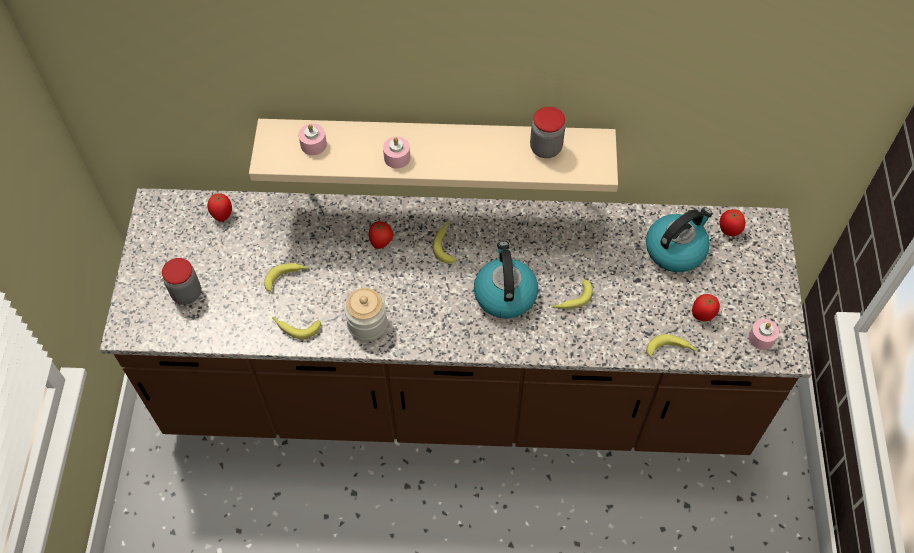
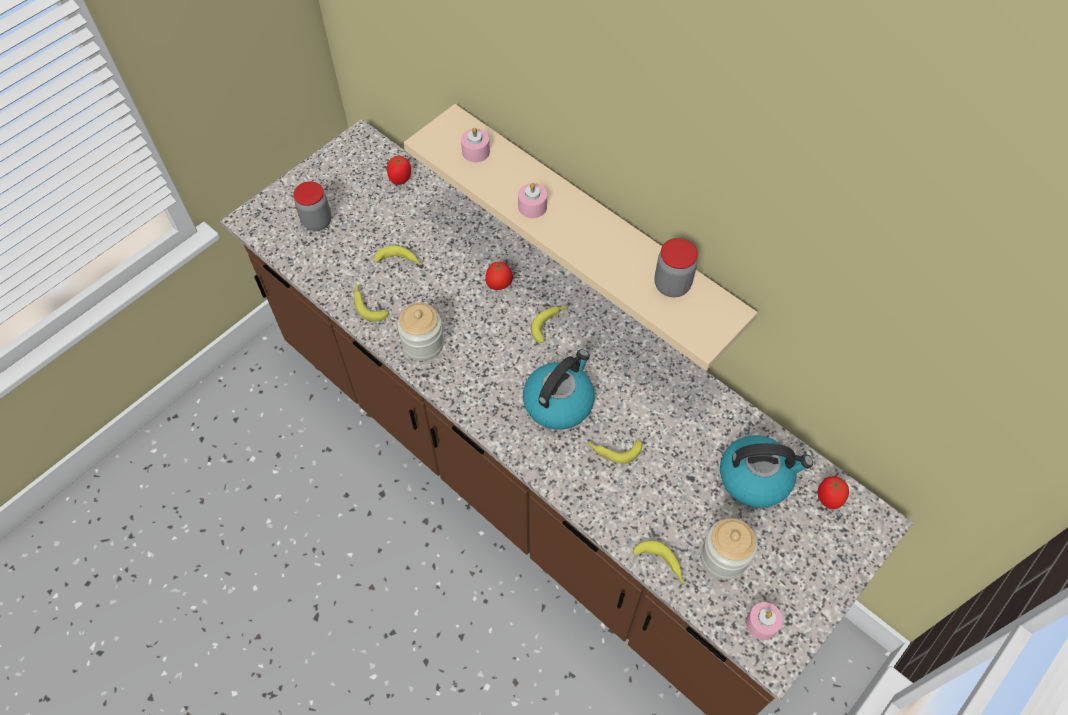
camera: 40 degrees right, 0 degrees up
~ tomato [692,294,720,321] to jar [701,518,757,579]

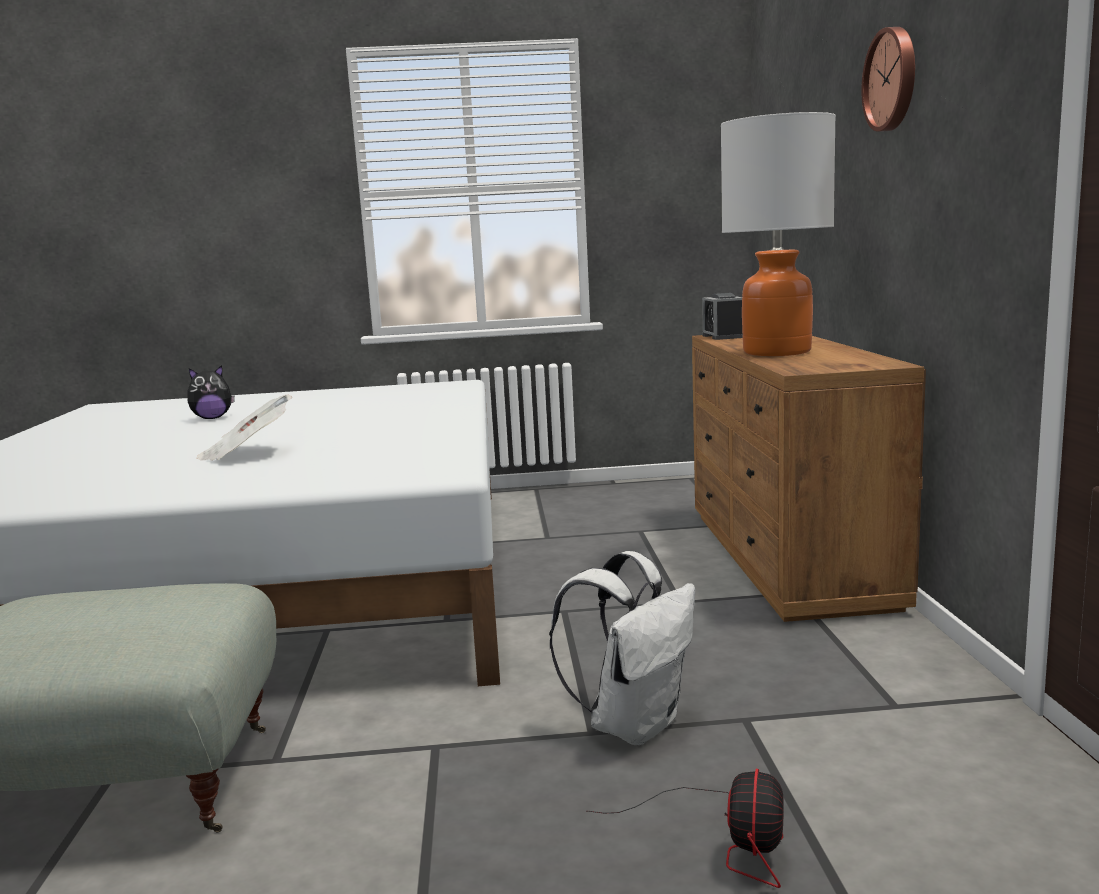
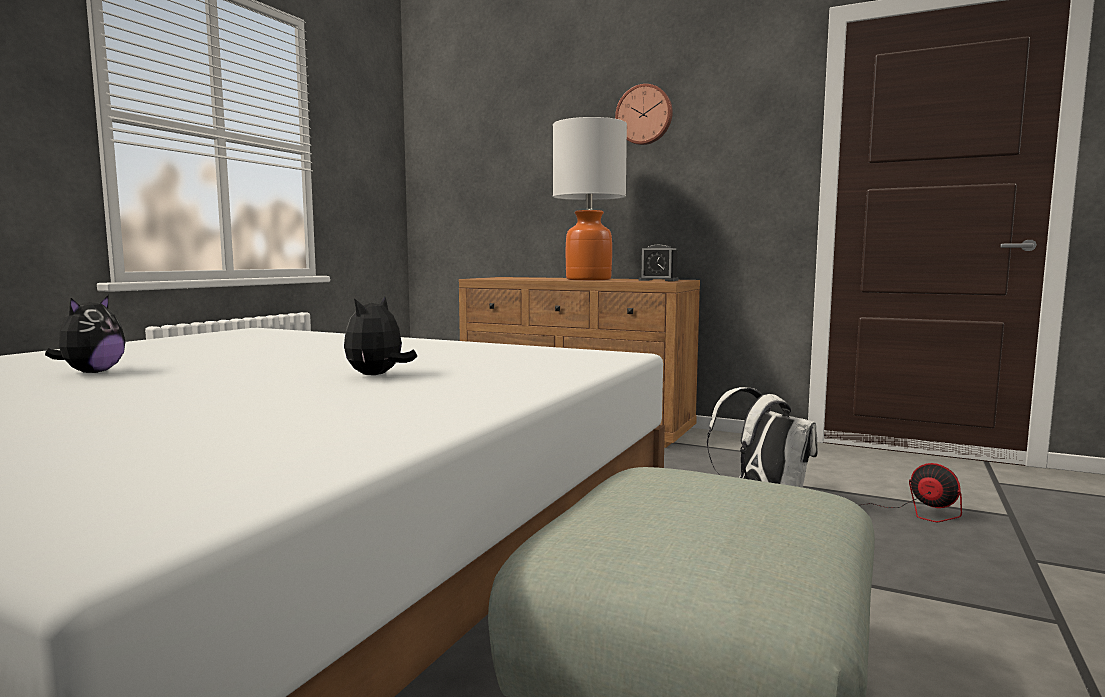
camera: 60 degrees left, 5 degrees down
~ alarm clock [702,293,743,340] to [639,245,679,281]
~ newspaper [196,395,292,461] to plush toy [344,297,418,375]

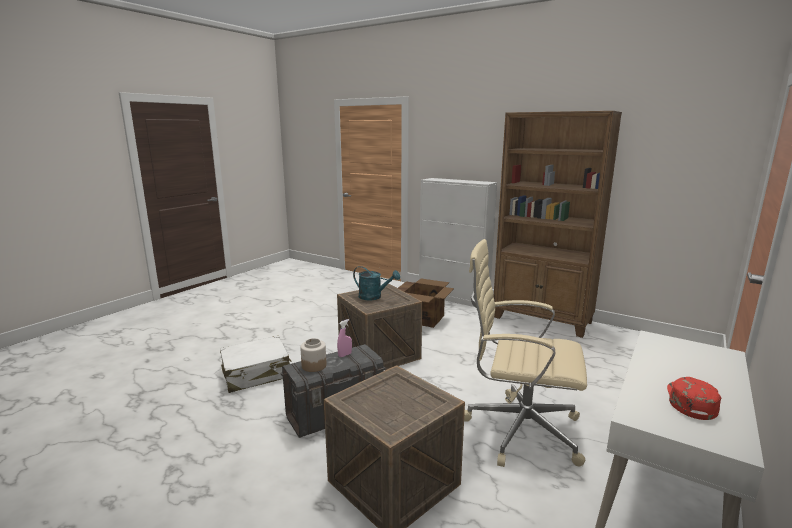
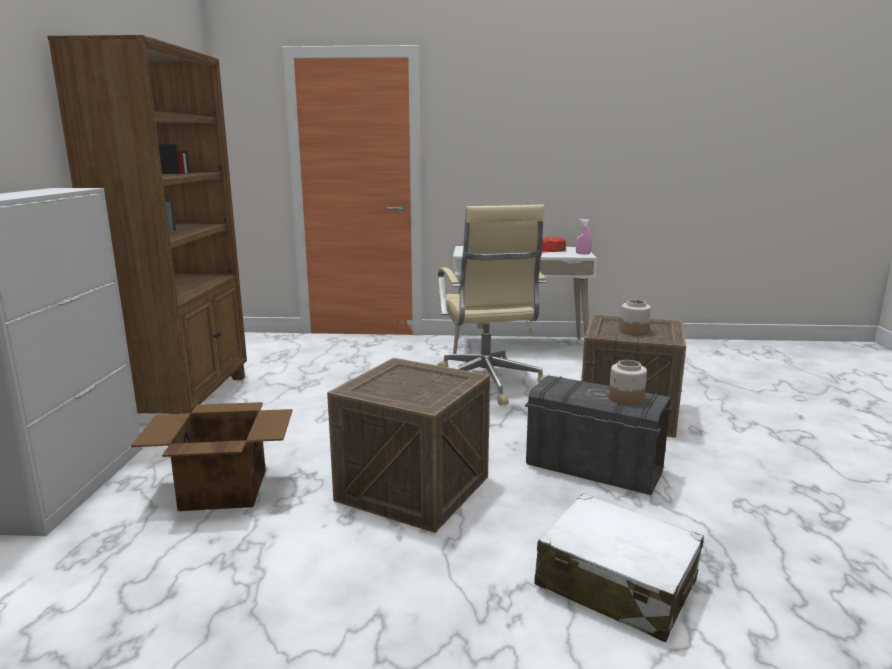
camera: 120 degrees left, 0 degrees up
- turquoise watering can [353,266,400,300]
~ pink spray bottle [337,319,352,357] to [576,219,592,255]
+ jar [620,300,651,335]

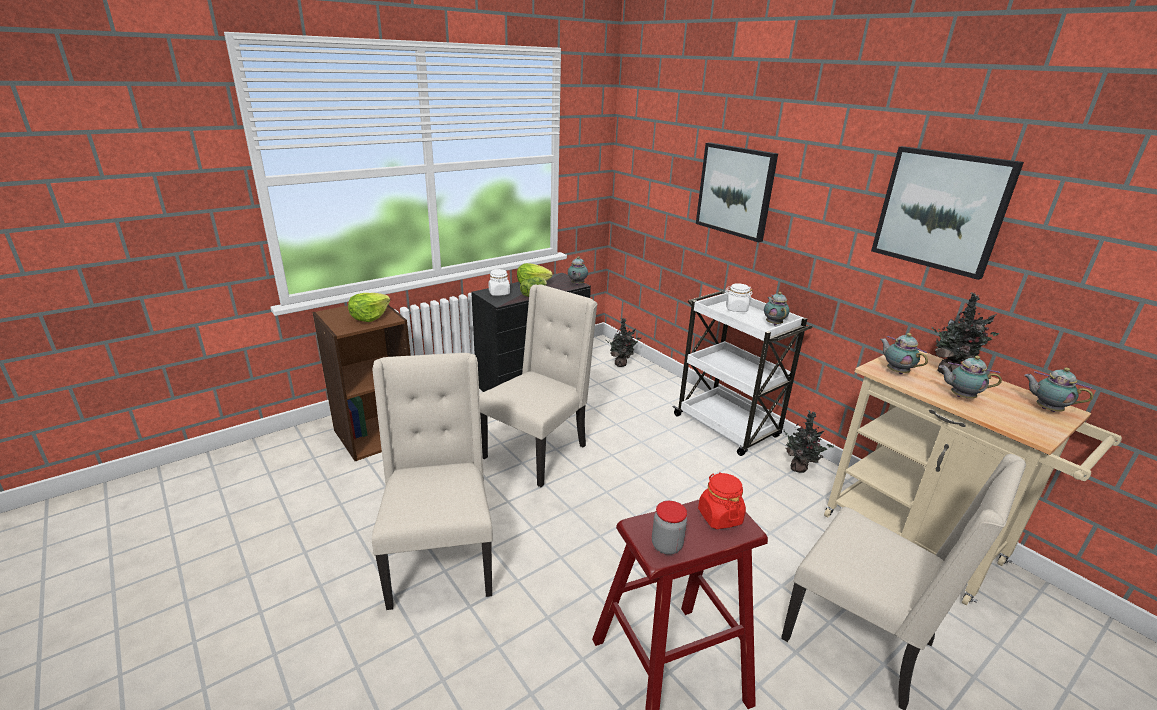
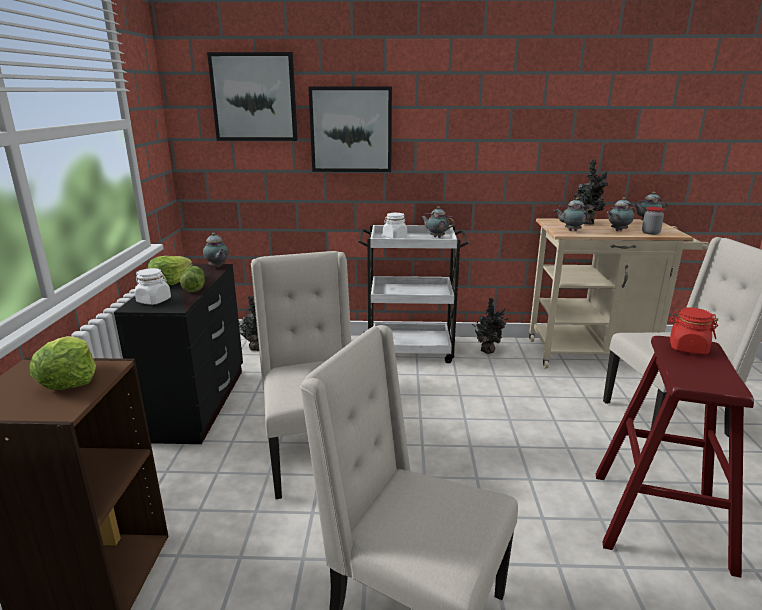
camera: 50 degrees left, 5 degrees down
~ picture [871,146,1024,280] to [207,52,298,141]
~ jar [652,501,687,555] to [642,207,665,235]

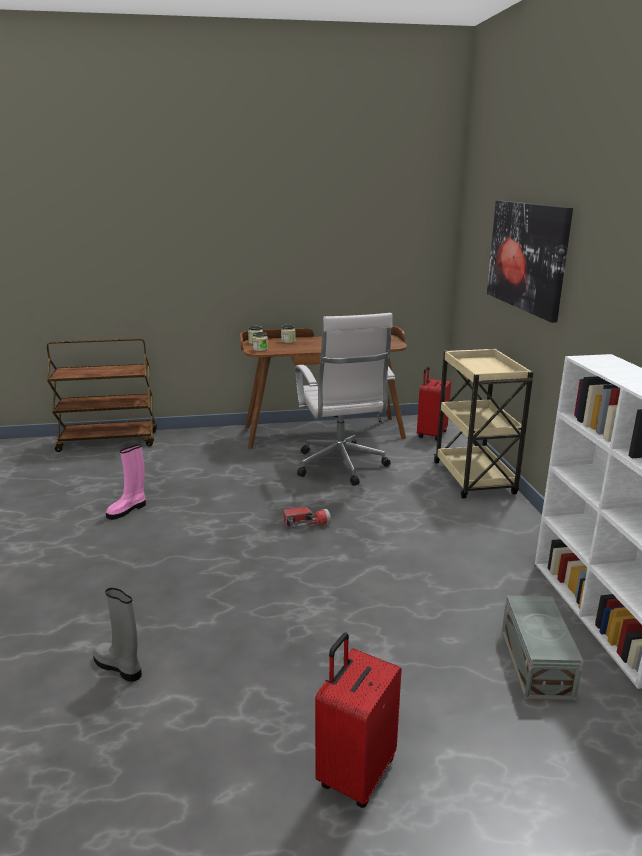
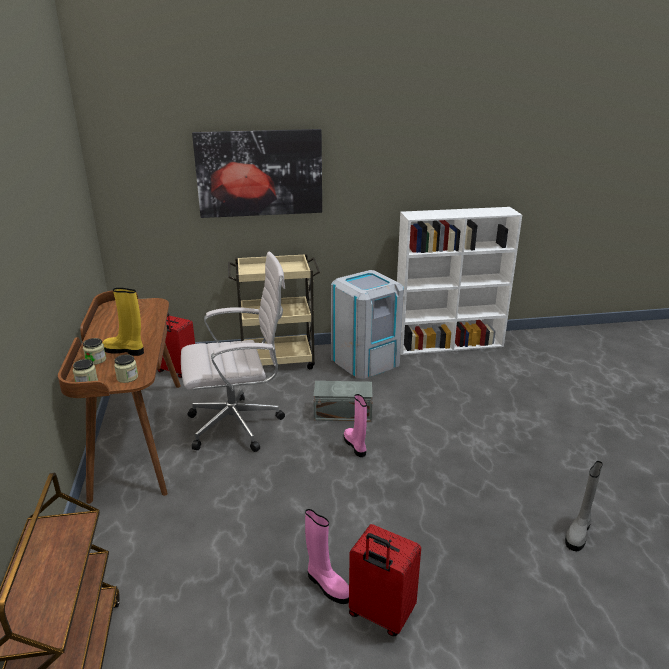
camera: 90 degrees left, 5 degrees up
~ flashlight [284,507,331,527] to pink boot [344,394,367,457]
~ grey storage box [502,596,583,701] to [313,381,373,422]
~ red suitcase [315,633,402,808] to [349,524,421,636]
+ grey trash can [331,270,404,379]
+ yellow boot [102,288,144,356]

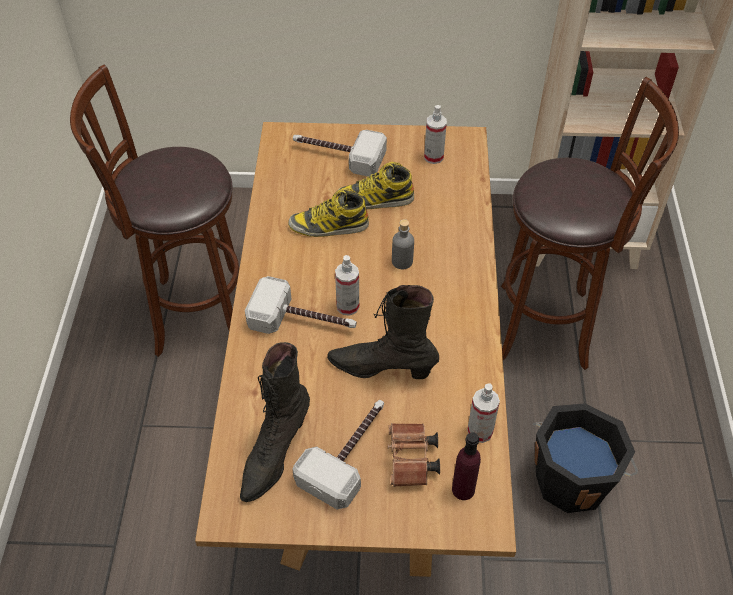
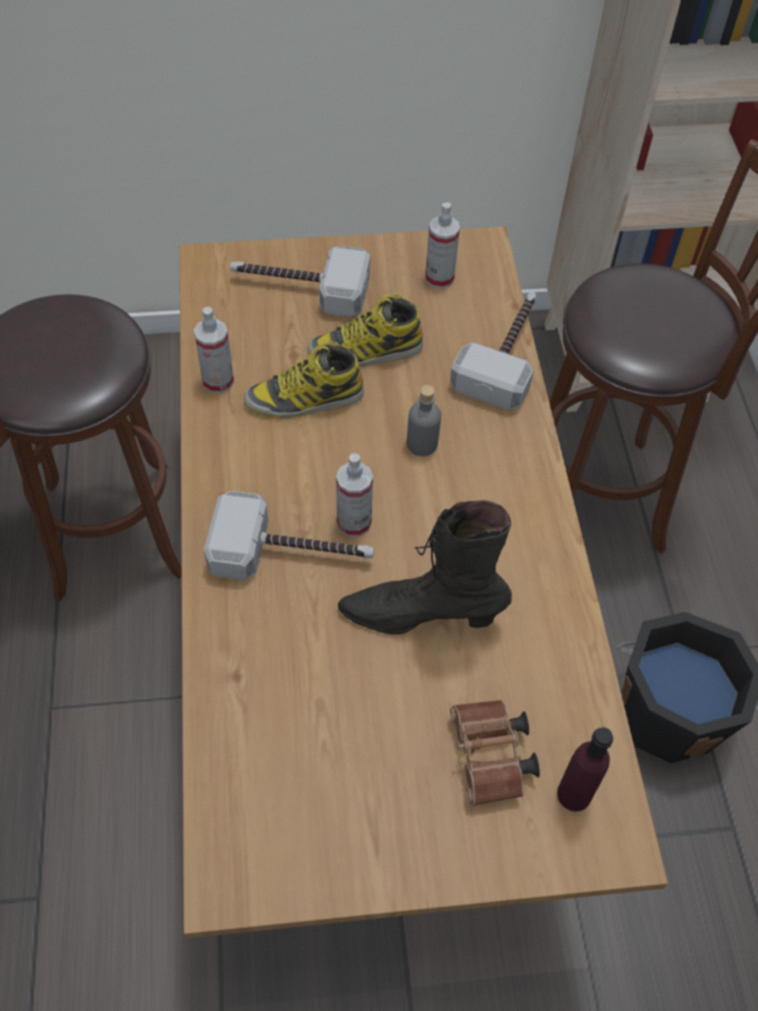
camera: 10 degrees left, 5 degrees up
- black boot [240,342,310,502]
~ spray bottle [467,383,500,443] to [194,307,234,393]
~ hammer [292,400,384,510] to [450,292,537,410]

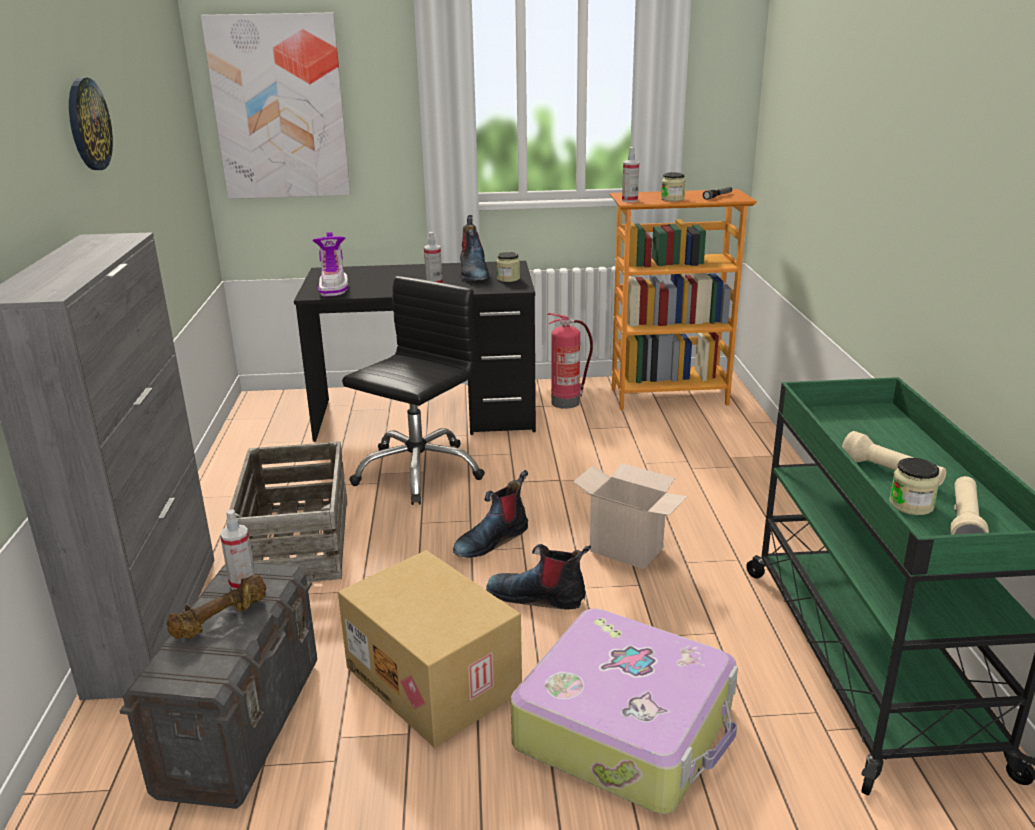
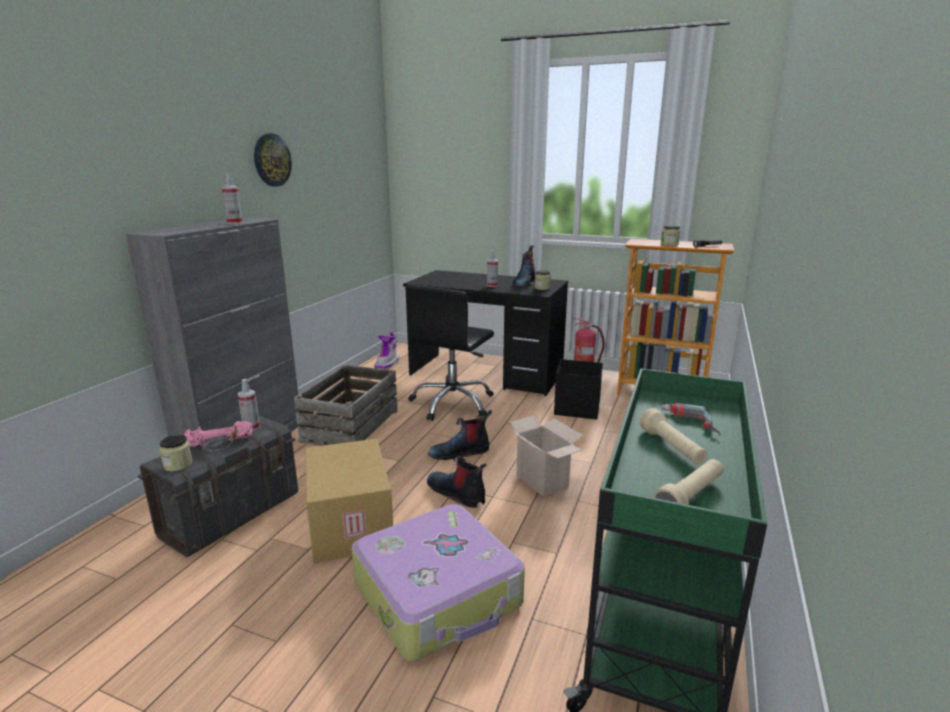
camera: 25 degrees right, 5 degrees down
- picture [201,12,351,199]
~ spray bottle [622,147,639,202] to [221,173,243,224]
~ boot [312,232,348,296] to [374,332,399,369]
~ black office chair [342,276,485,505] = [407,285,494,421] 150 degrees clockwise
~ jar [889,458,940,515] to [159,434,193,471]
~ brown dumbbell [167,575,266,639] to pink dumbbell [184,421,253,447]
+ black storage box [554,359,603,419]
+ power drill [661,403,720,435]

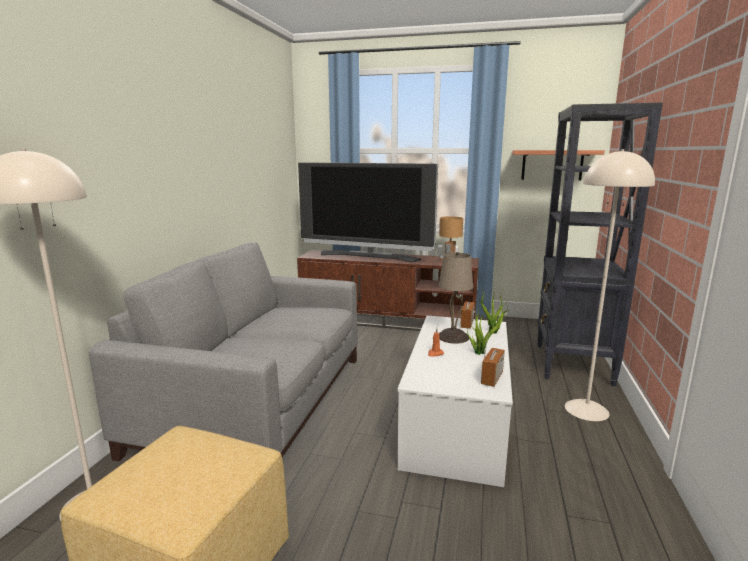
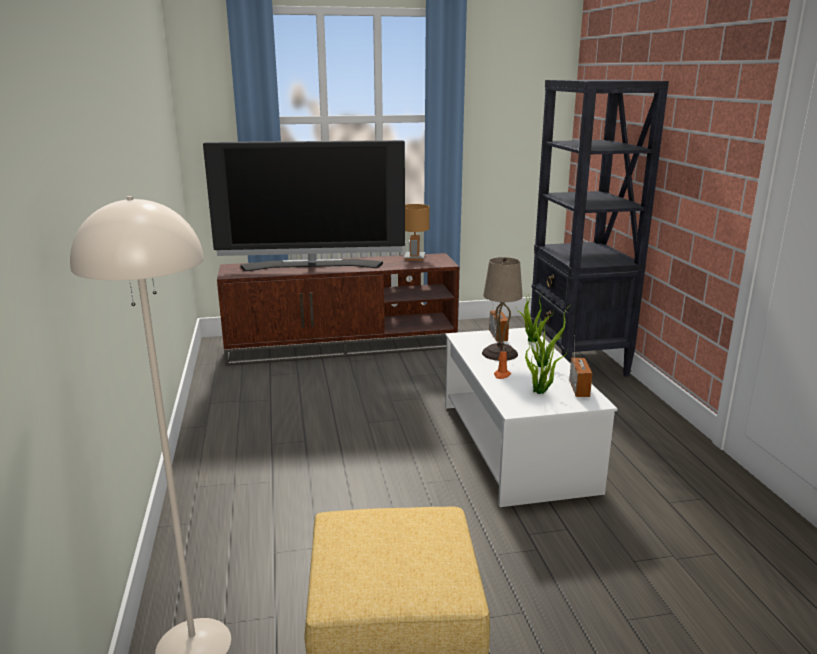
camera: 25 degrees left, 5 degrees up
- beige floor lamp [565,149,655,421]
- shelf [512,150,605,180]
- grey sofa [89,242,357,461]
+ potted plant [525,337,568,394]

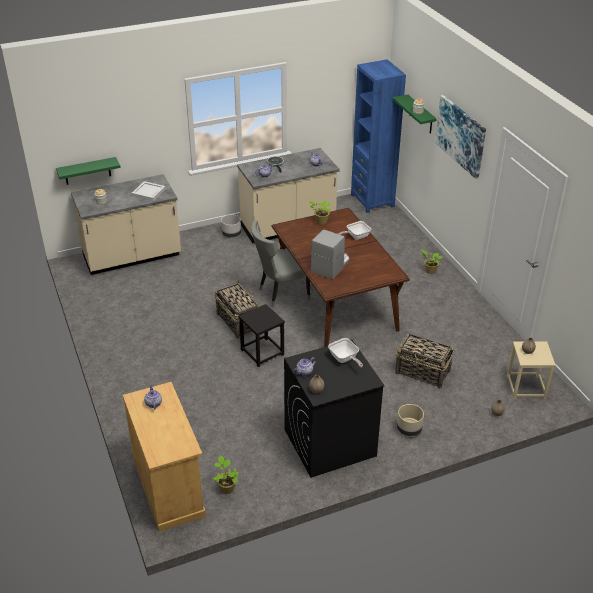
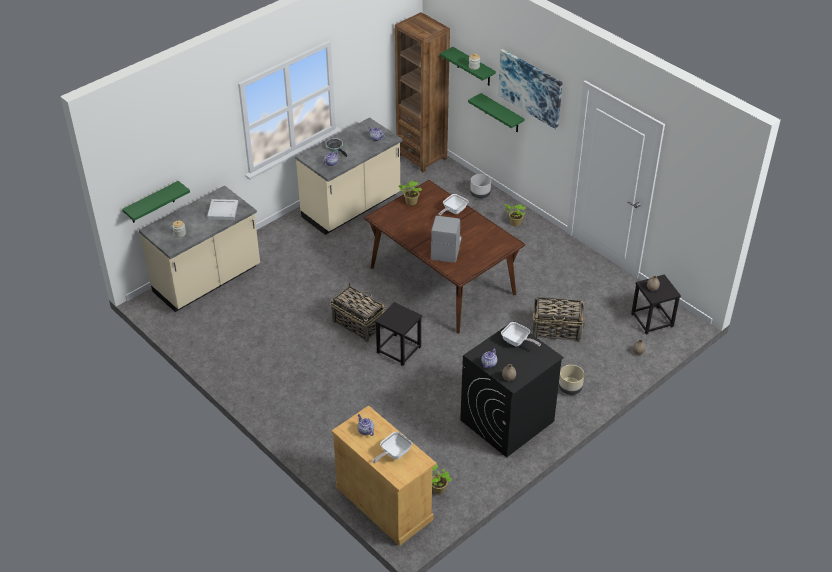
camera: 20 degrees left, 5 degrees up
~ blue bookcase [351,60,406,213] to brown bookcase [395,12,450,173]
~ grey planter [221,214,241,237] to [470,174,491,199]
- grey chair [251,220,310,308]
~ beige stool [507,341,556,399] to black stool [631,274,681,335]
+ green shelf [468,93,524,132]
+ frying pan [373,432,412,463]

